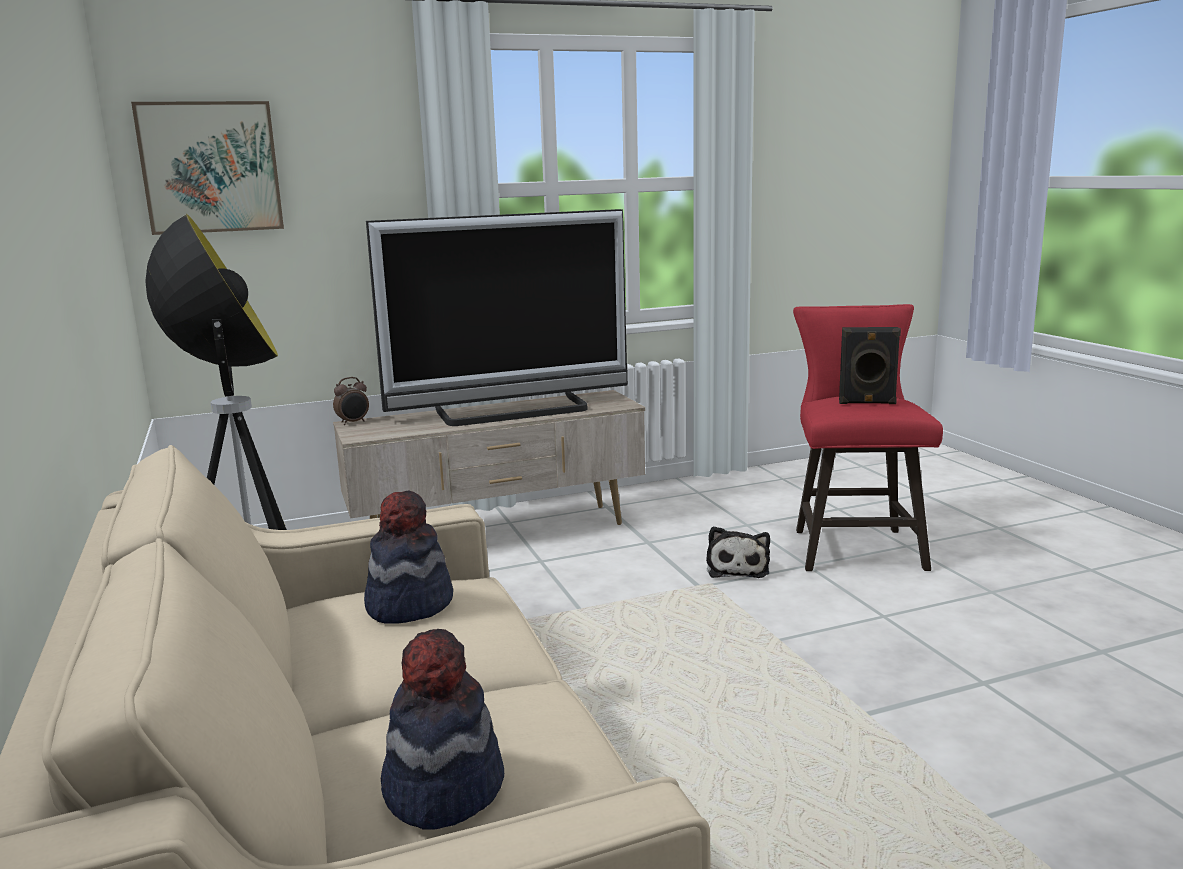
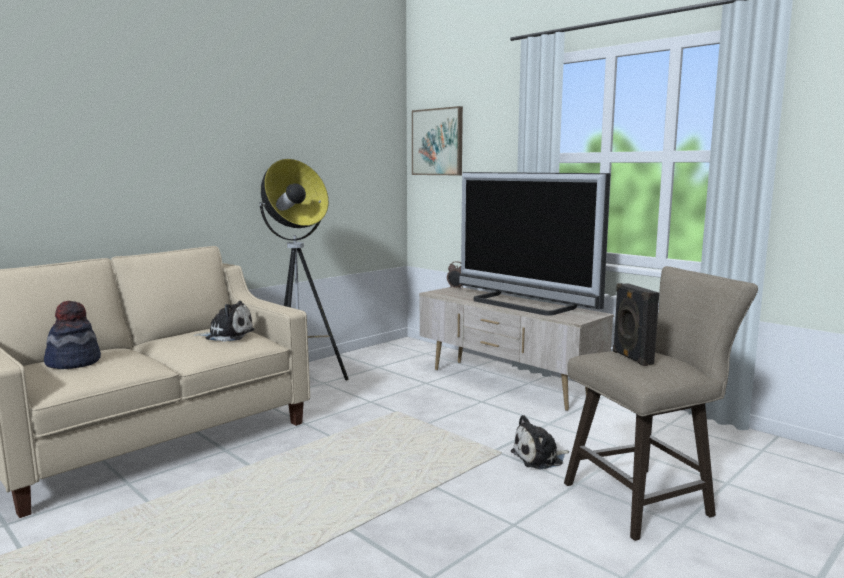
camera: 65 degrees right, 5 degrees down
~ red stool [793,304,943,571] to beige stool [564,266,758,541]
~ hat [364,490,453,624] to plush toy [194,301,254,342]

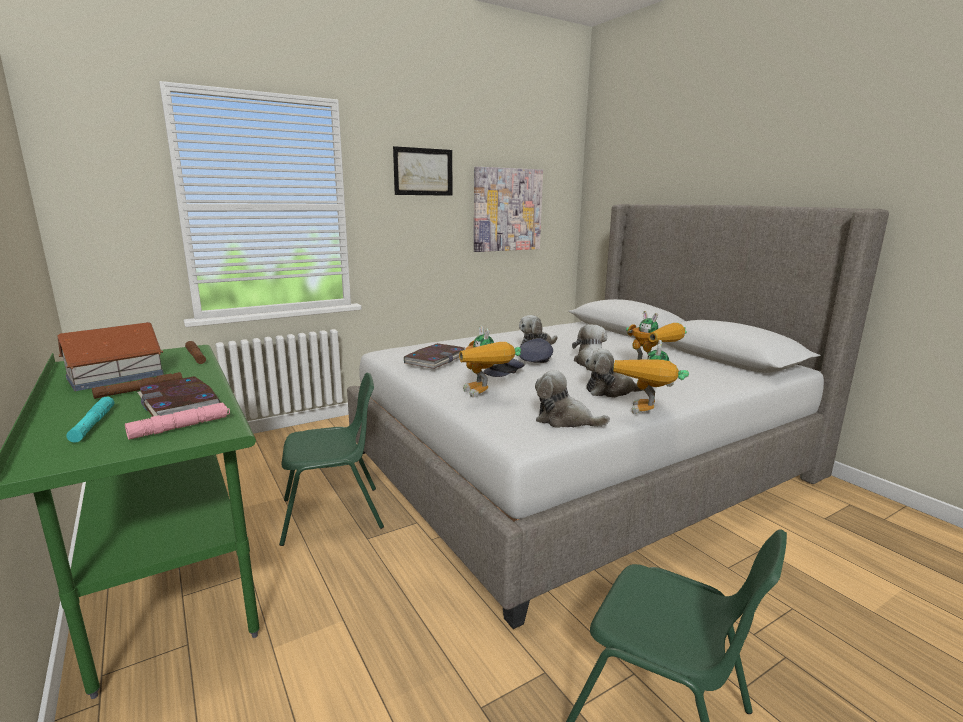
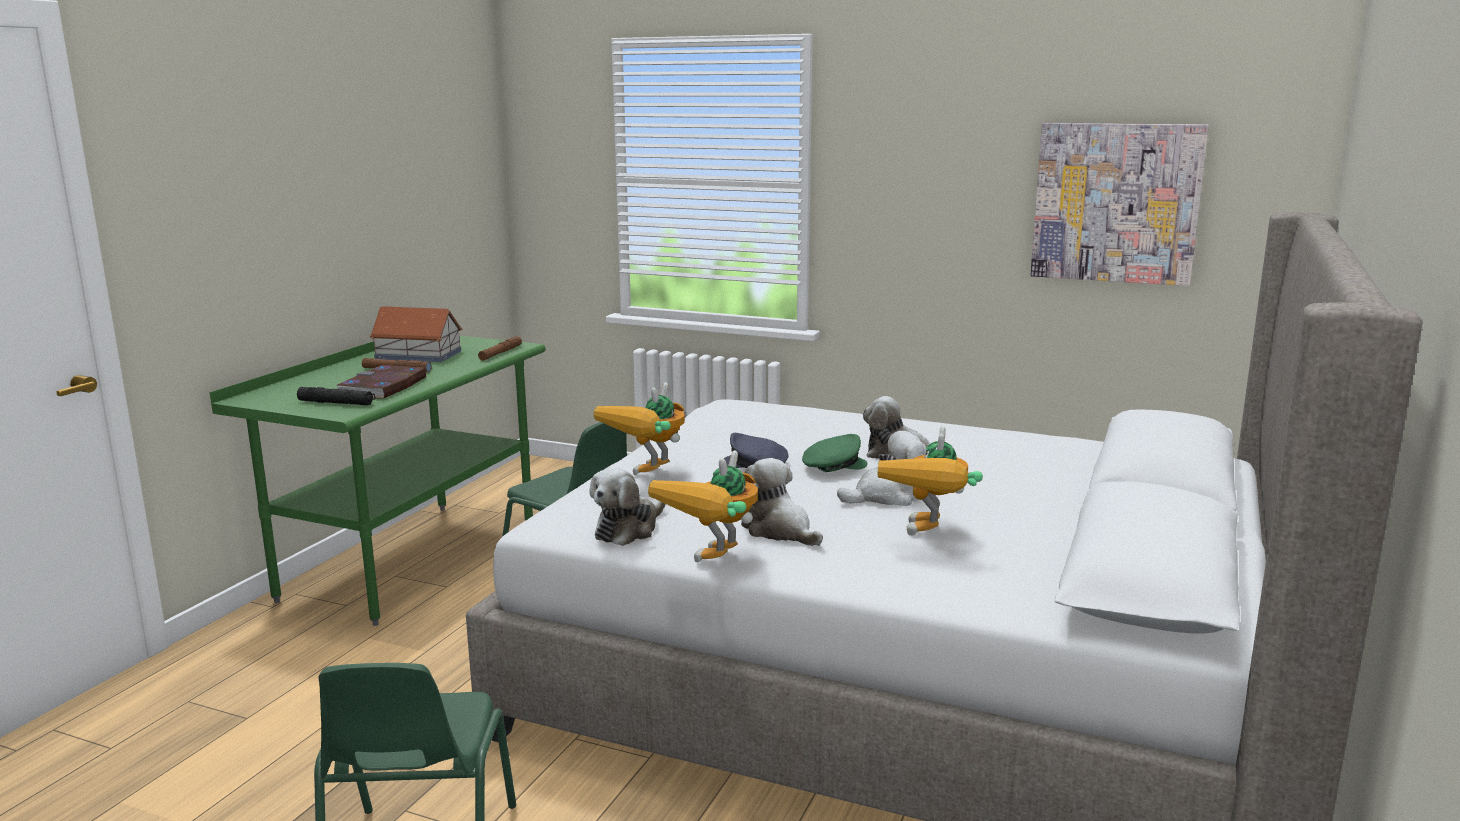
camera: 55 degrees right, 0 degrees up
- picture [393,146,453,196]
~ grey cap [519,338,553,363] to green cap [802,434,868,472]
~ toy robot [613,340,689,414] = [648,450,758,562] 45 degrees counterclockwise
- book [404,343,465,369]
~ plush toy [535,370,610,428] = [589,468,665,546] 135 degrees counterclockwise
- turquoise flashlight [66,397,114,442]
~ pink flashlight [125,403,230,440] to black flashlight [297,387,375,405]

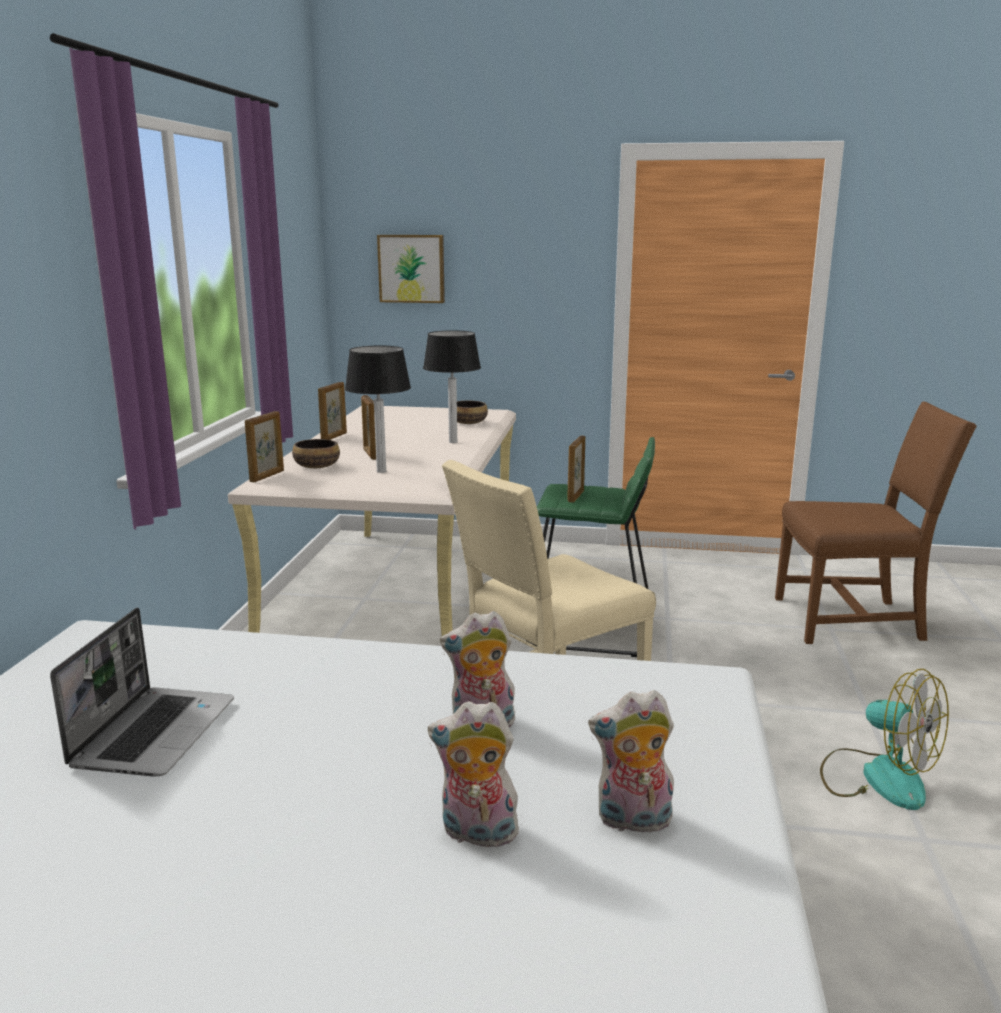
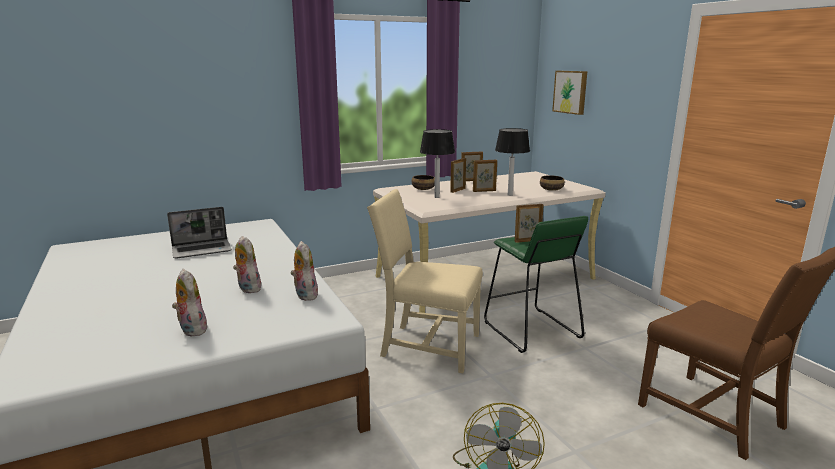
camera: 55 degrees right, 0 degrees up
~ picture frame [245,411,284,482] to [473,160,497,192]
~ plush toy [428,701,522,852] to [290,241,318,301]

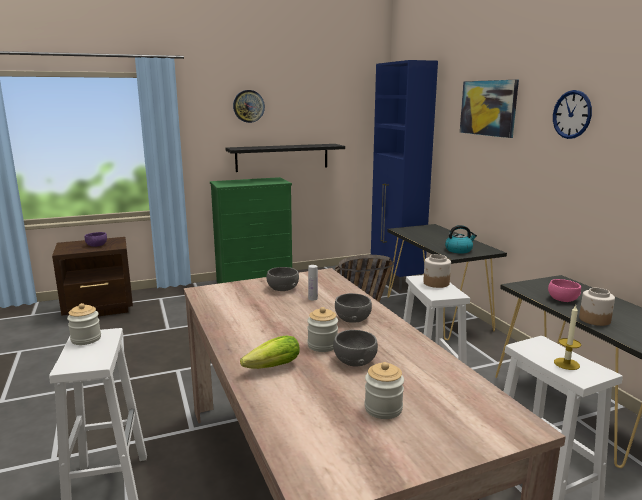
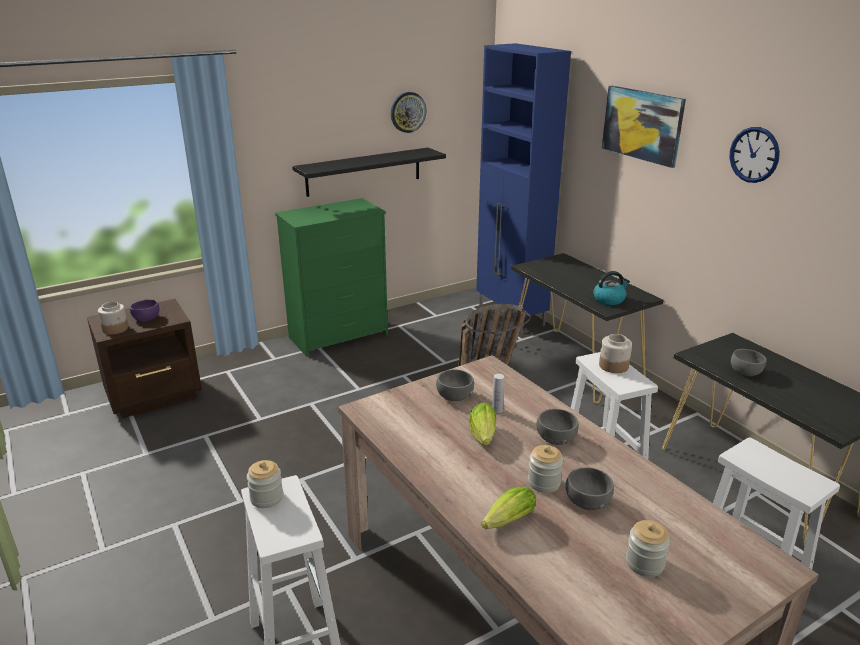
camera: 10 degrees left, 10 degrees up
~ wall clock [233,90,265,123] to [391,92,427,133]
~ pink bowl [548,279,581,302] to grey bowl [731,349,767,376]
~ jar [579,288,615,326] to [98,302,128,335]
- candle [554,305,581,370]
+ lettuce [469,402,496,445]

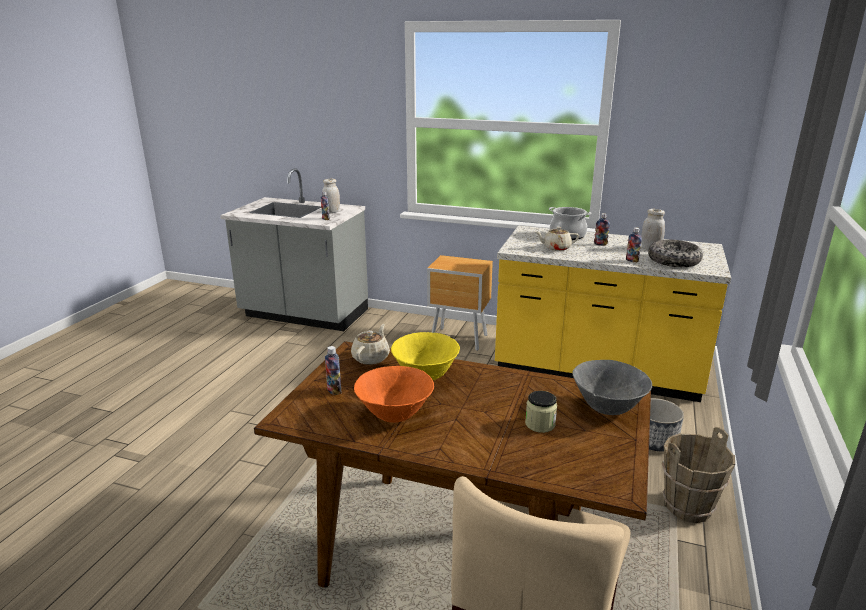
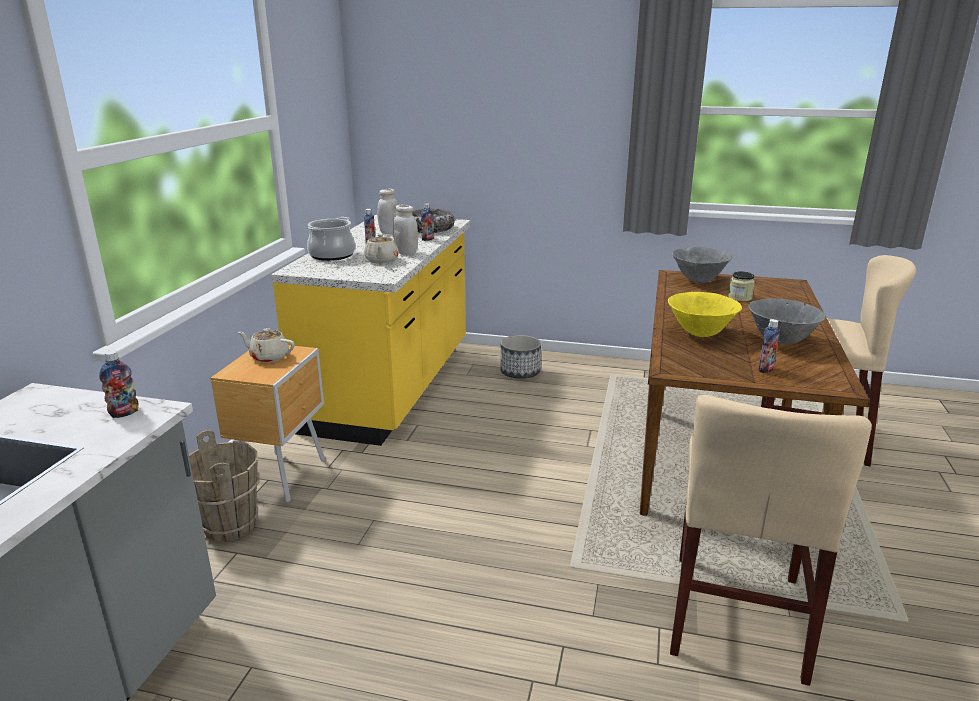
camera: 95 degrees left, 0 degrees up
~ white jar [322,179,340,214] to [393,205,418,255]
~ beige teapot [351,324,390,365] to [238,328,295,363]
~ orange bowl [354,366,434,423] to grey bowl [748,298,825,344]
~ brown bucket [662,427,735,523] to [189,430,260,542]
+ beige chair [670,395,872,686]

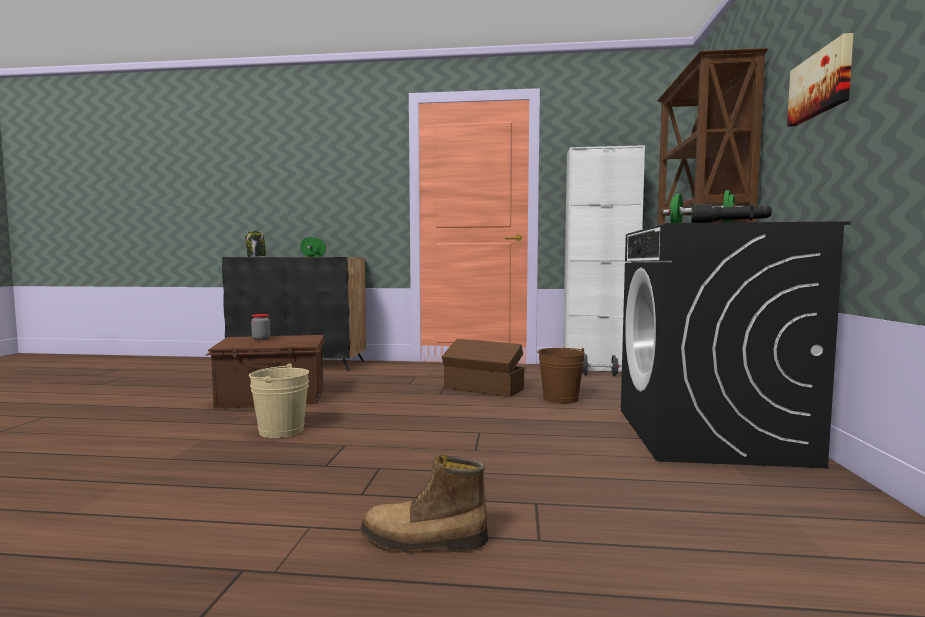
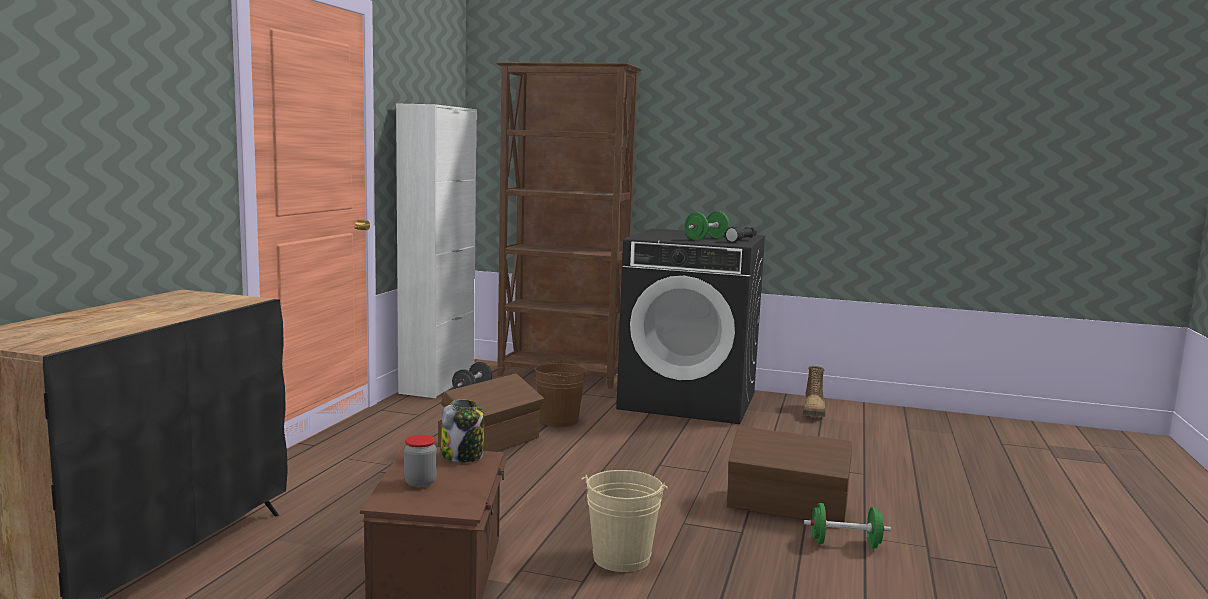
camera: 80 degrees left, 5 degrees up
- picture [787,33,853,127]
~ jar [245,231,266,257] to [441,399,484,462]
~ green dumbbell [300,237,326,257] to [804,503,891,549]
~ boot [360,455,488,553] to [802,366,825,417]
+ brown storage box [727,426,852,522]

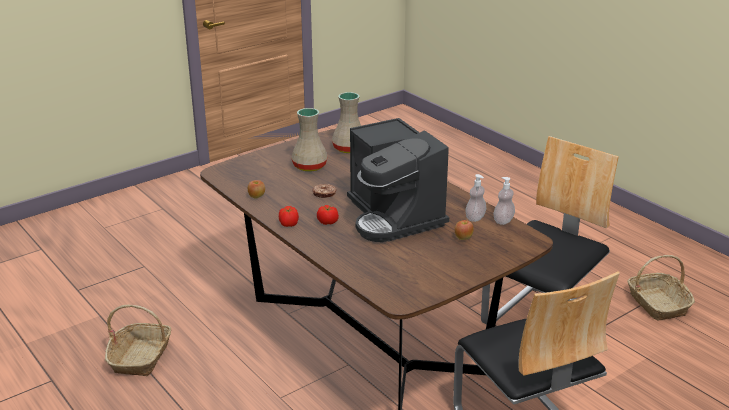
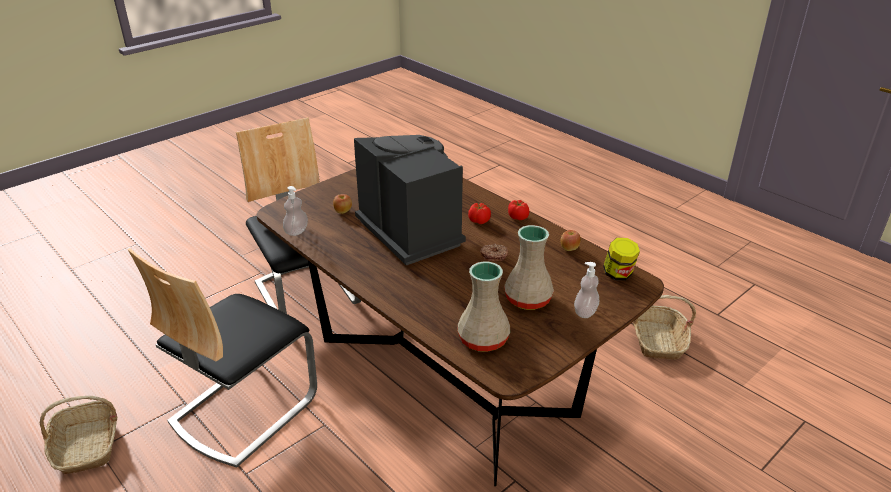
camera: 175 degrees right, 5 degrees up
~ soap dispenser [465,174,486,222] to [574,262,599,318]
+ jar [603,238,640,281]

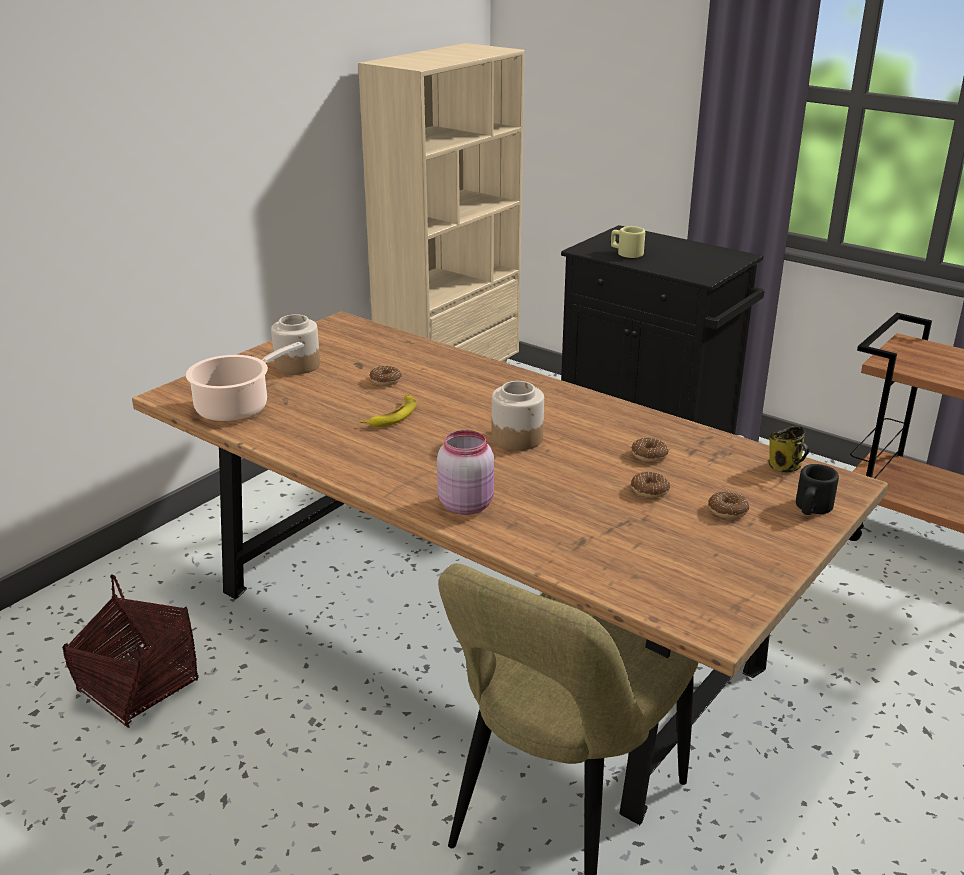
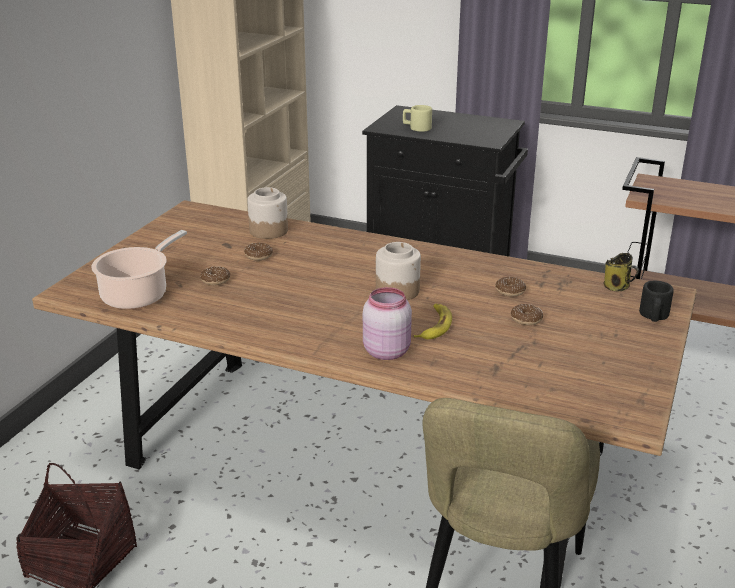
camera: 15 degrees left, 0 degrees up
~ jar [271,314,320,375] to [247,187,288,239]
~ banana [360,395,417,427] to [414,304,452,339]
~ donut [708,491,749,519] to [200,267,230,285]

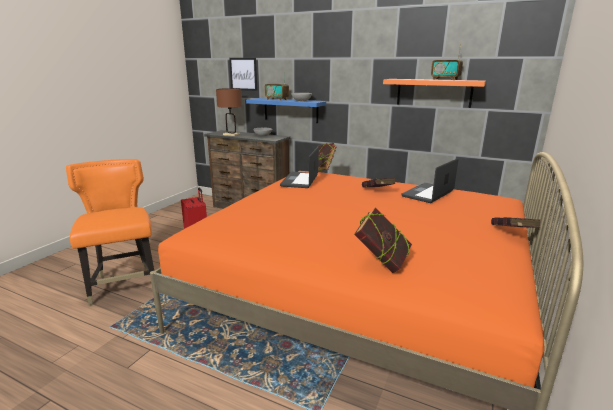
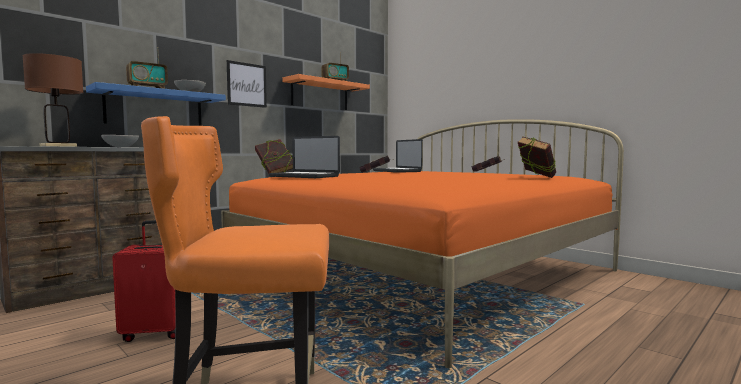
camera: 70 degrees left, 15 degrees down
~ picture [229,58,257,91] to [227,60,267,108]

